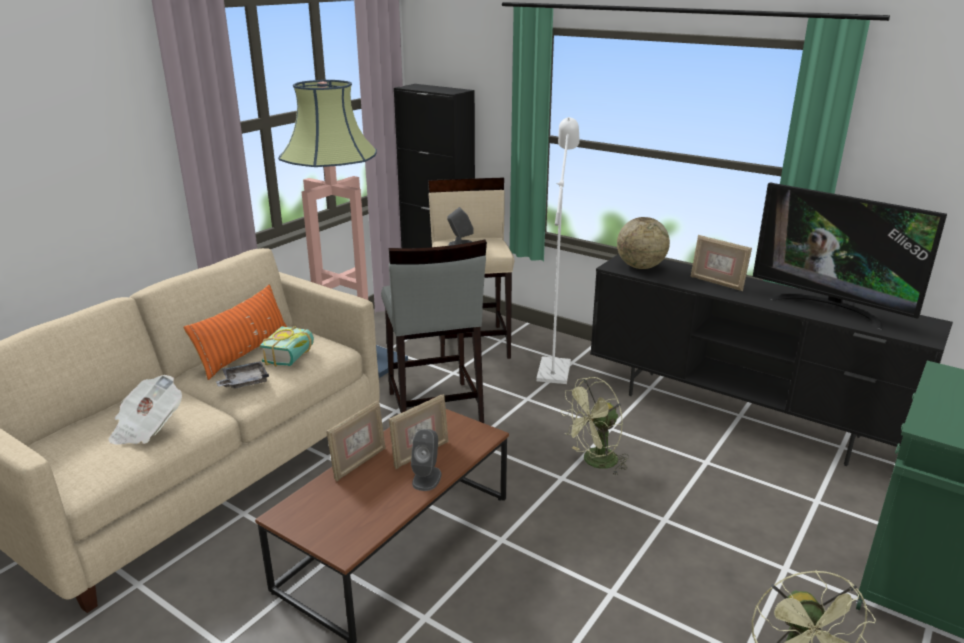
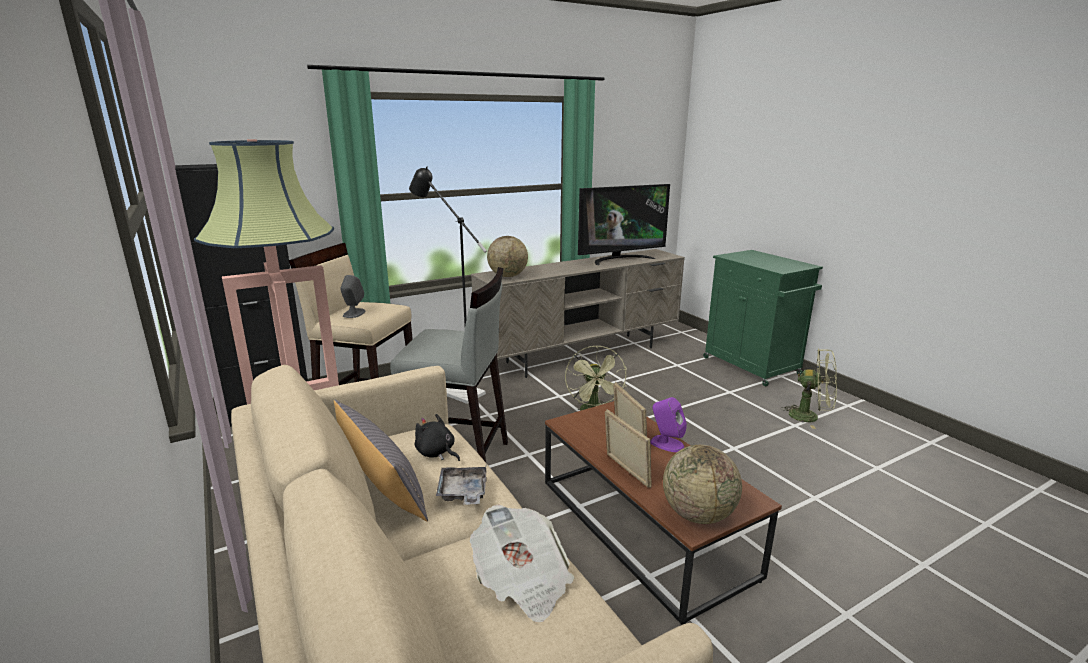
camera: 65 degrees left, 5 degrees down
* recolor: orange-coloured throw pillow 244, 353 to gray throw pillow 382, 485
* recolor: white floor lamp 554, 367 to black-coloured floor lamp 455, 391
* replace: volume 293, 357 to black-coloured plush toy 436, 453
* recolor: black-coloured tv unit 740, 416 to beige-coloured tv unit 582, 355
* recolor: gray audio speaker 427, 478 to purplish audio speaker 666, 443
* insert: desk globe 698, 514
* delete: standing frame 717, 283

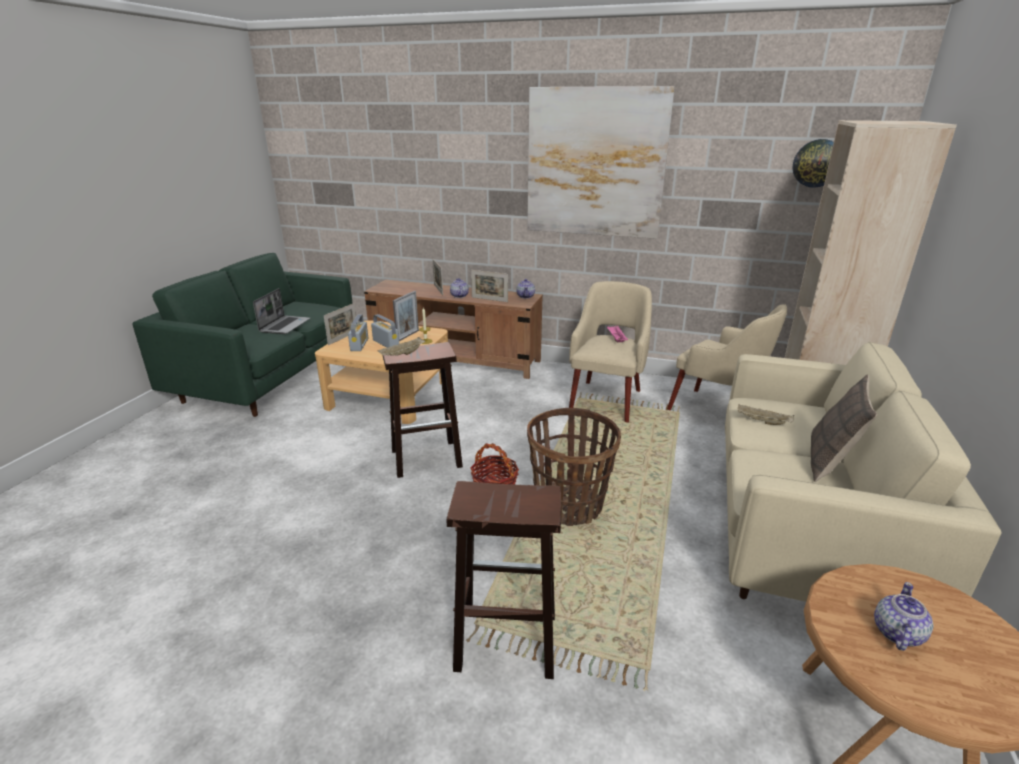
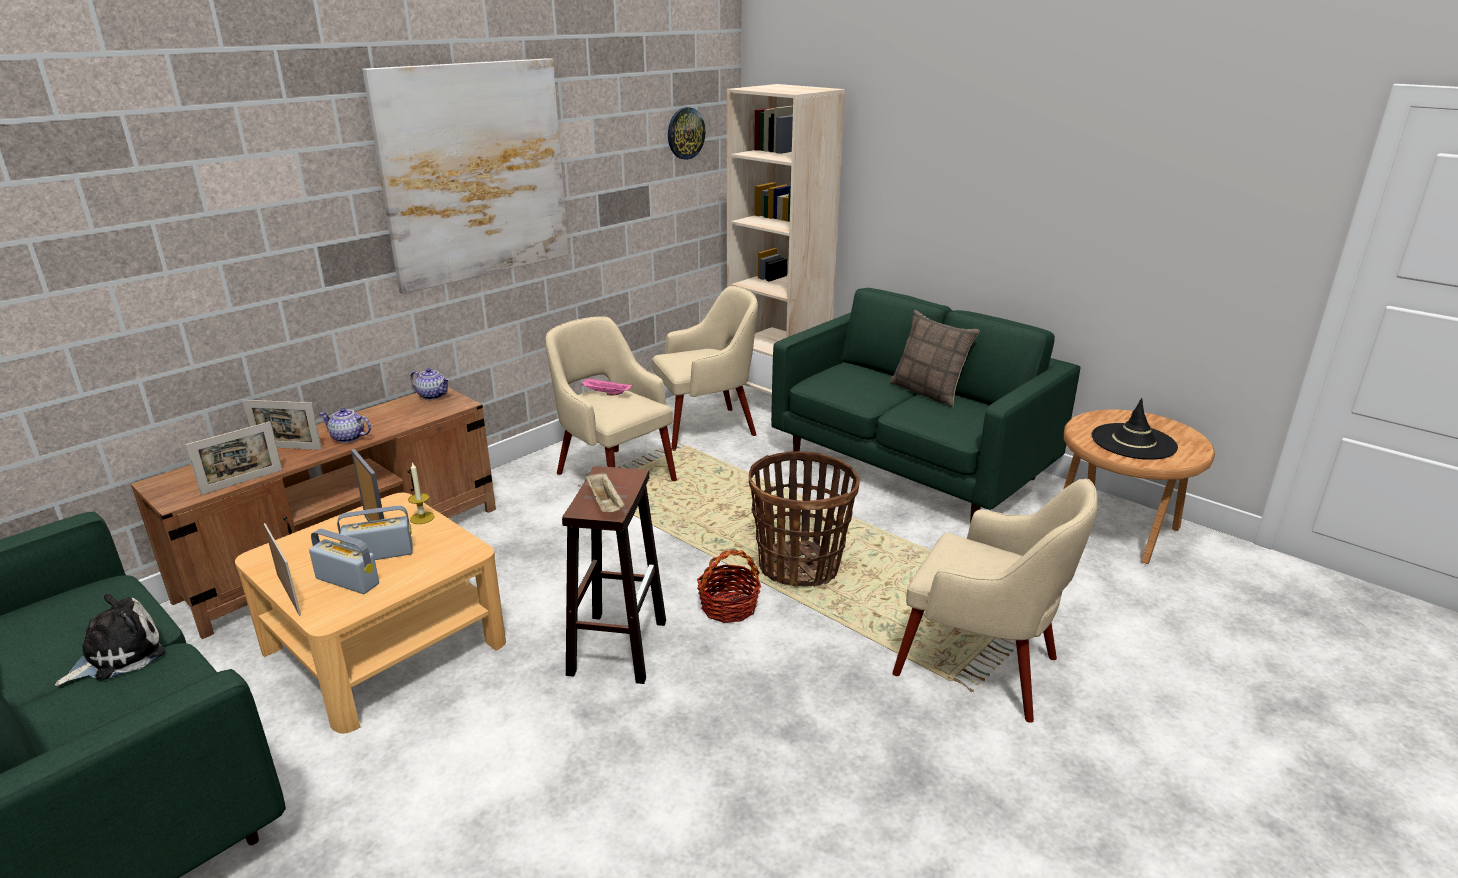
camera: 65 degrees left, 0 degrees up
* replace: notebook computer 285, 325 to plush toy 118, 655
* move: standing frame 489, 299 to 242, 482
* recolor: beige-coloured sofa 803, 530 to greenish sofa 910, 465
* replace: brown-coloured stool 504, 642 to beige-coloured lounge chair 981, 667
* replace: tea pot 896, 633 to black-coloured clothing hat 1133, 442
* delete: beige-coloured carrying tray 762, 422

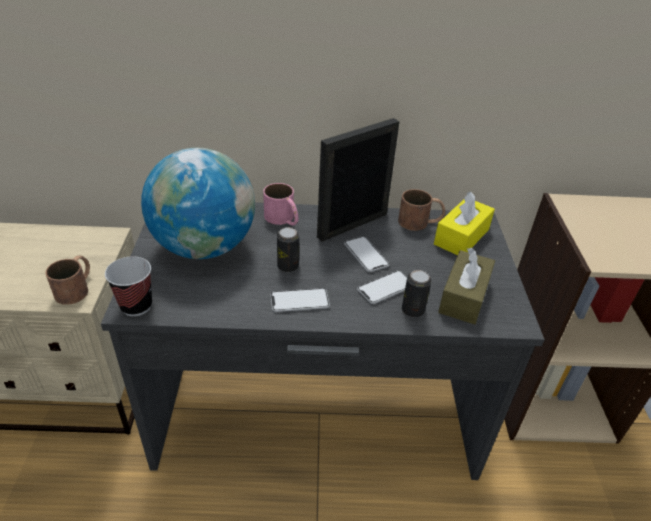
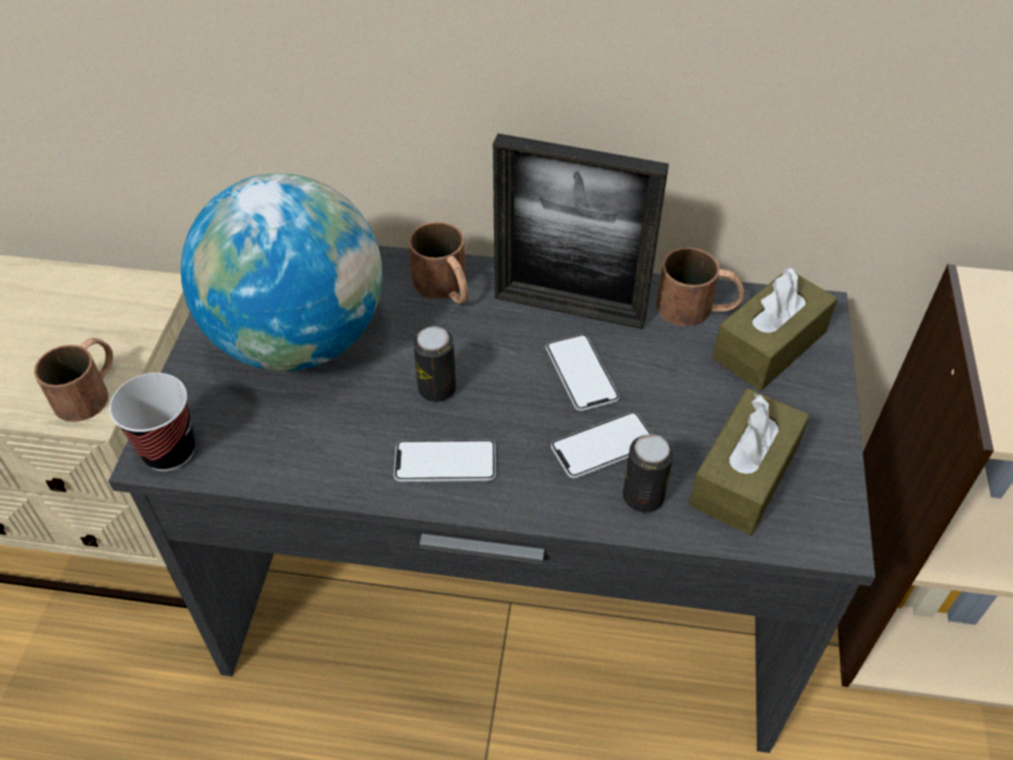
camera: 10 degrees right, 10 degrees up
* recolor: pink-coloured coffee mug 283, 219 to brown-coloured coffee mug 446, 288
* rotate: standing frame 352, 225 = 569, 308 135 degrees counterclockwise
* recolor: yellow-coloured box of tissues 461, 237 to brown-coloured box of tissues 769, 345

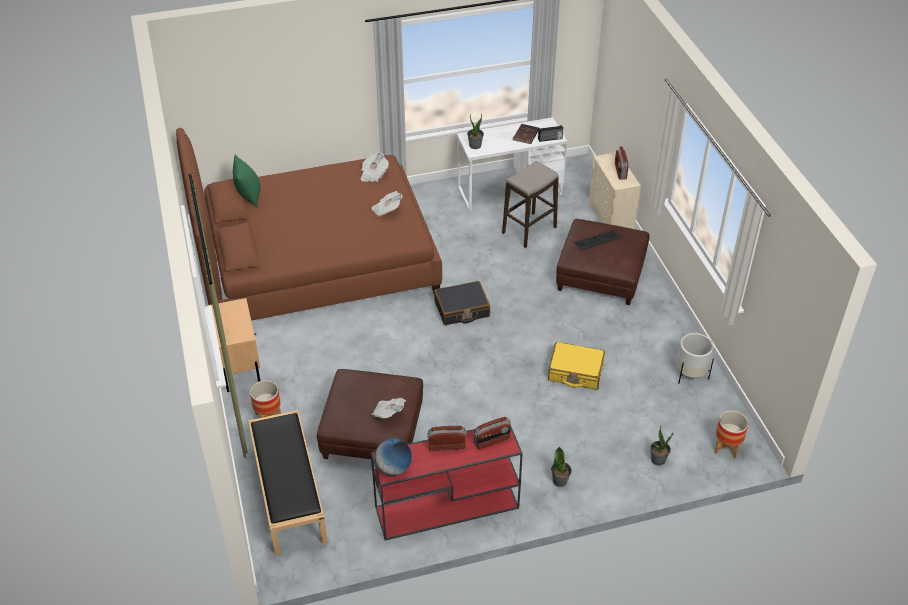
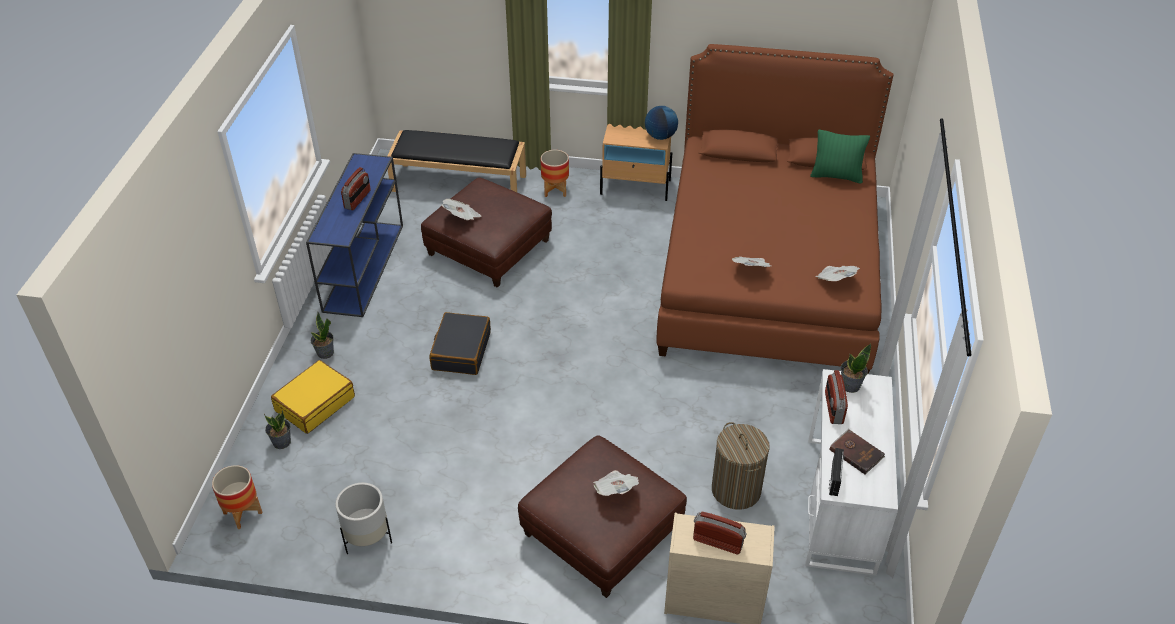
camera: 115 degrees right, 0 degrees up
* move: yellow-coloured suitcase 575, 372 to 315, 404
* recolor: red-coloured console table 445, 508 to blue-coloured console table 364, 266
* move: black-coloured suitcase 462, 309 to 461, 351
* replace: computer keyboard 597, 240 to printed paper 615, 490
* move: desk globe 393, 468 to 660, 136
* replace: stool 529, 230 to washing basket 736, 490
* move: radio receiver 492, 441 to 833, 408

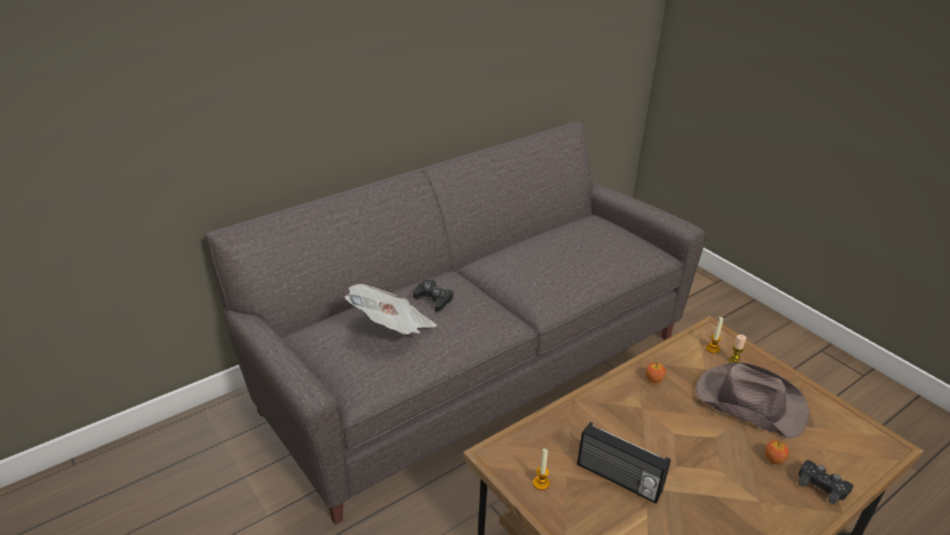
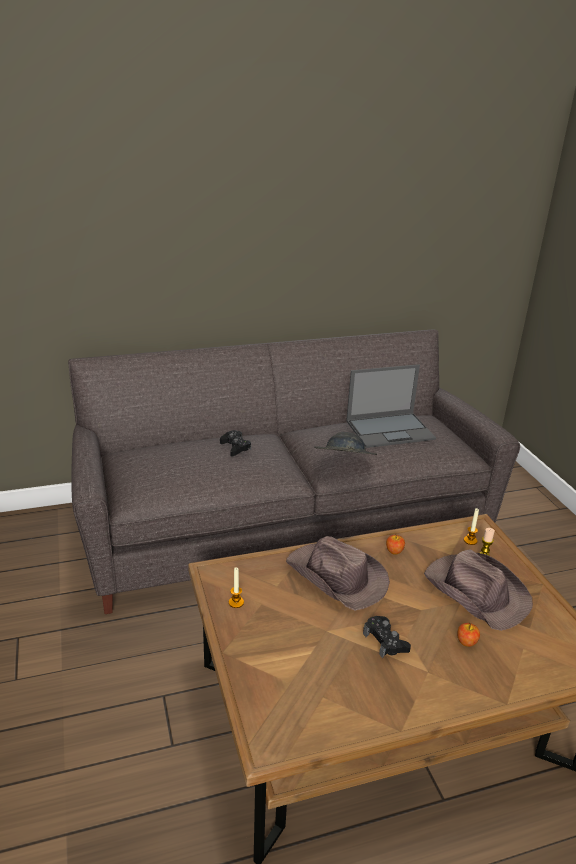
camera: 20 degrees right, 5 degrees down
* insert: brown-coloured clothing hat 336, 577
* insert: gray clothing hat 343, 463
* insert: notebook computer 390, 430
* move: black-coloured gamepad 822, 485 to 385, 641
* delete: printed paper 392, 328
* delete: radio receiver 618, 479

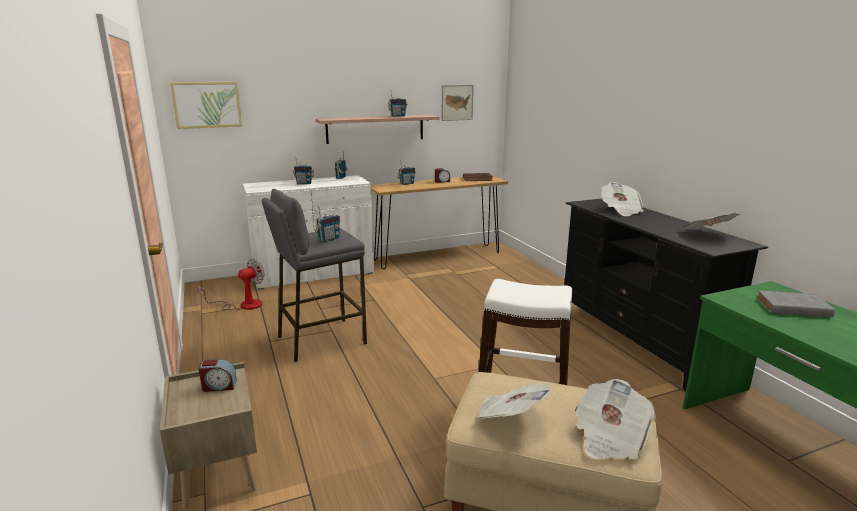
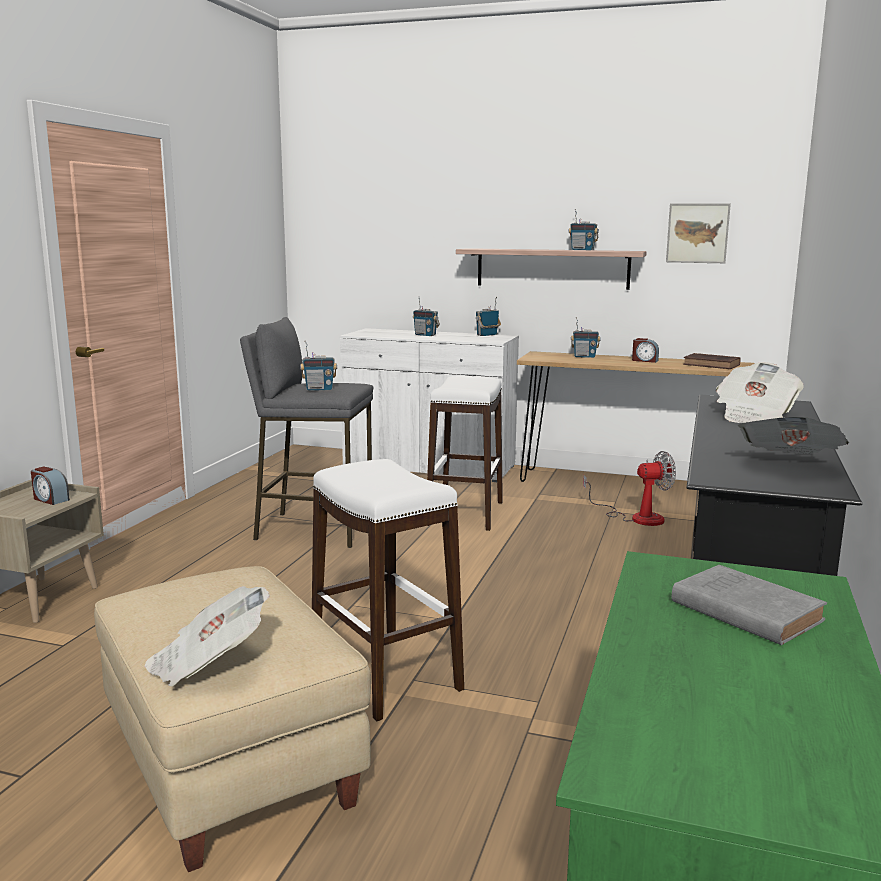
camera: 40 degrees right, 5 degrees down
* insert: white stool 465, 513
* move: electric fan 243, 305 to 636, 517
* delete: wall art 207, 104
* delete: printed paper 510, 417

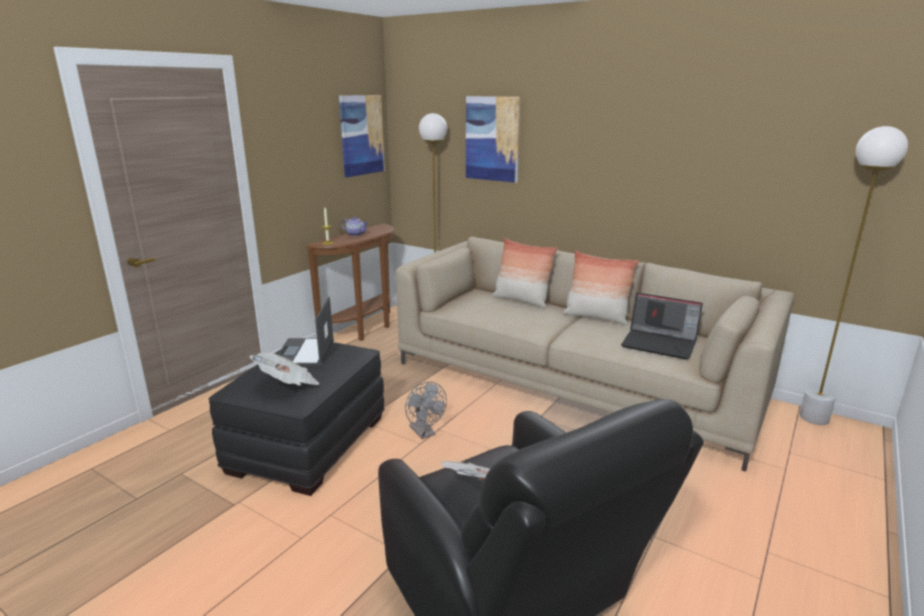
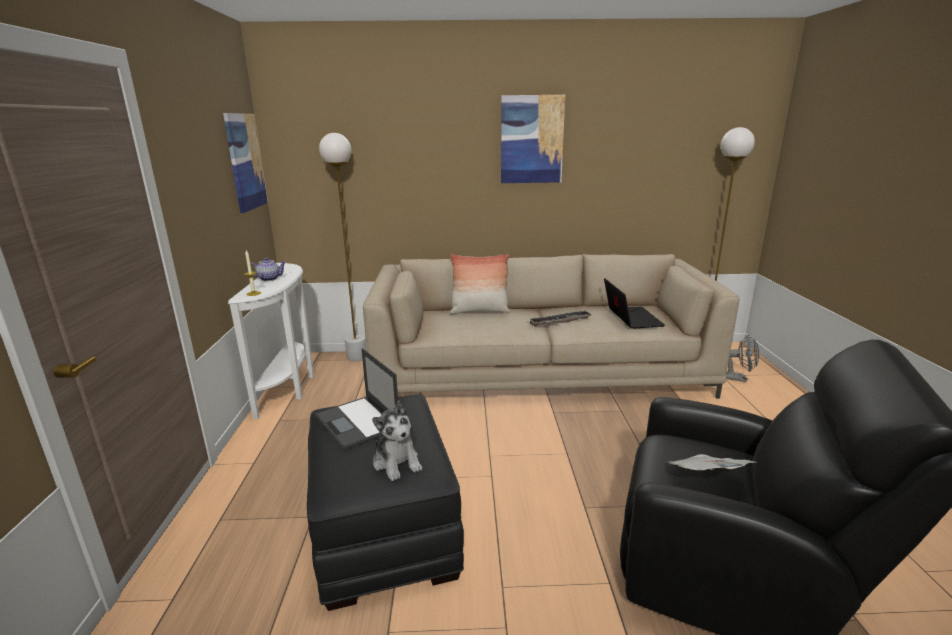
camera: 35 degrees left, 0 degrees up
* recolor: brown-coloured console table 365, 330 to white console table 290, 386
* replace: printed paper 287, 384 to plush toy 397, 462
* move: wall art 492, 139 to 531, 140
* insert: carrying tray 560, 321
* rotate: notebook computer 660, 344 = 630, 318 90 degrees counterclockwise
* move: gray electric fan 424, 433 to 738, 378
* delete: throw pillow 596, 317

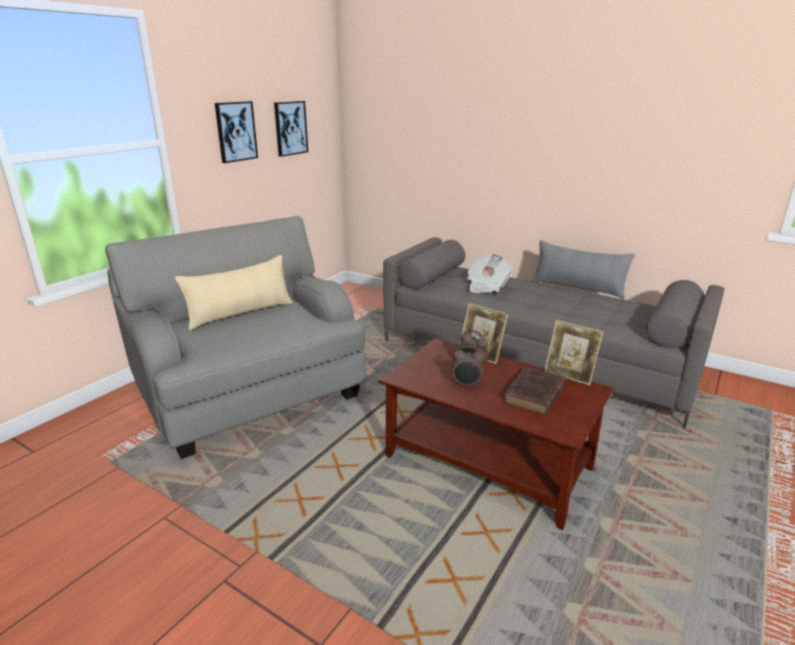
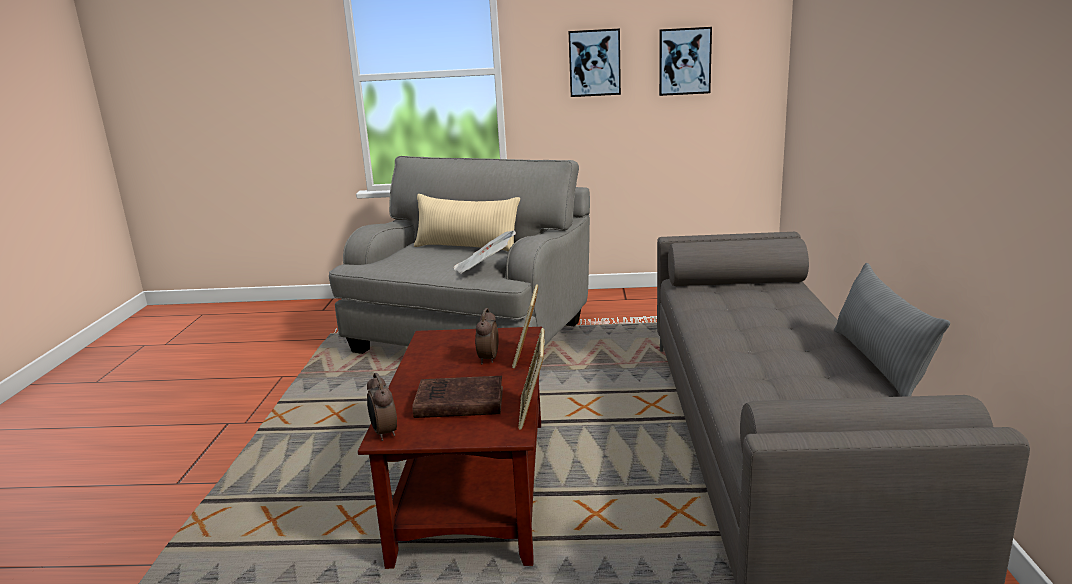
camera: 60 degrees right, 5 degrees down
* move: bedside clock 466, 385 to 384, 433
* move: printed paper 487, 286 to 484, 269

